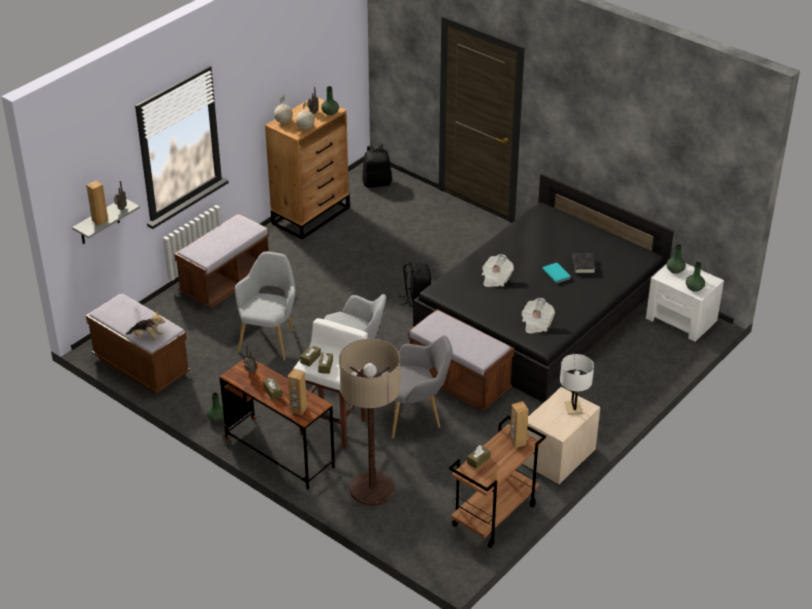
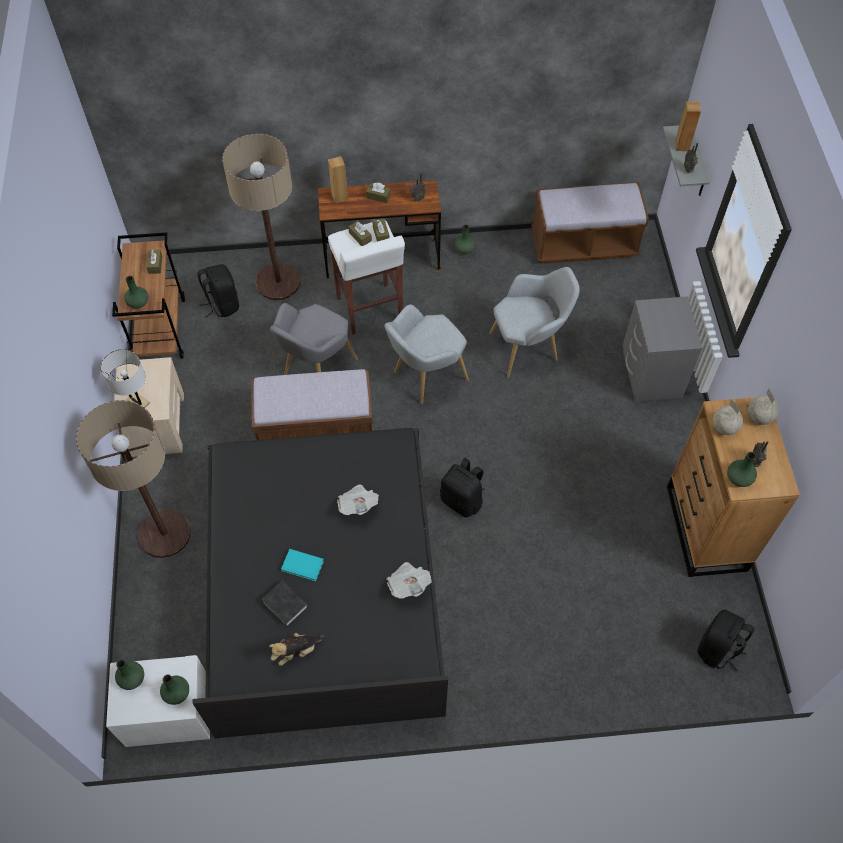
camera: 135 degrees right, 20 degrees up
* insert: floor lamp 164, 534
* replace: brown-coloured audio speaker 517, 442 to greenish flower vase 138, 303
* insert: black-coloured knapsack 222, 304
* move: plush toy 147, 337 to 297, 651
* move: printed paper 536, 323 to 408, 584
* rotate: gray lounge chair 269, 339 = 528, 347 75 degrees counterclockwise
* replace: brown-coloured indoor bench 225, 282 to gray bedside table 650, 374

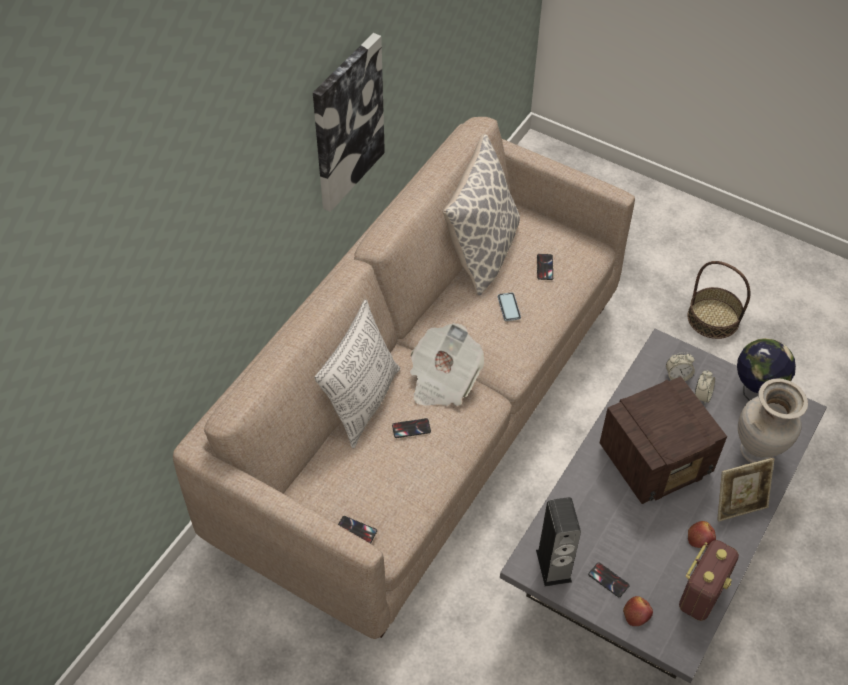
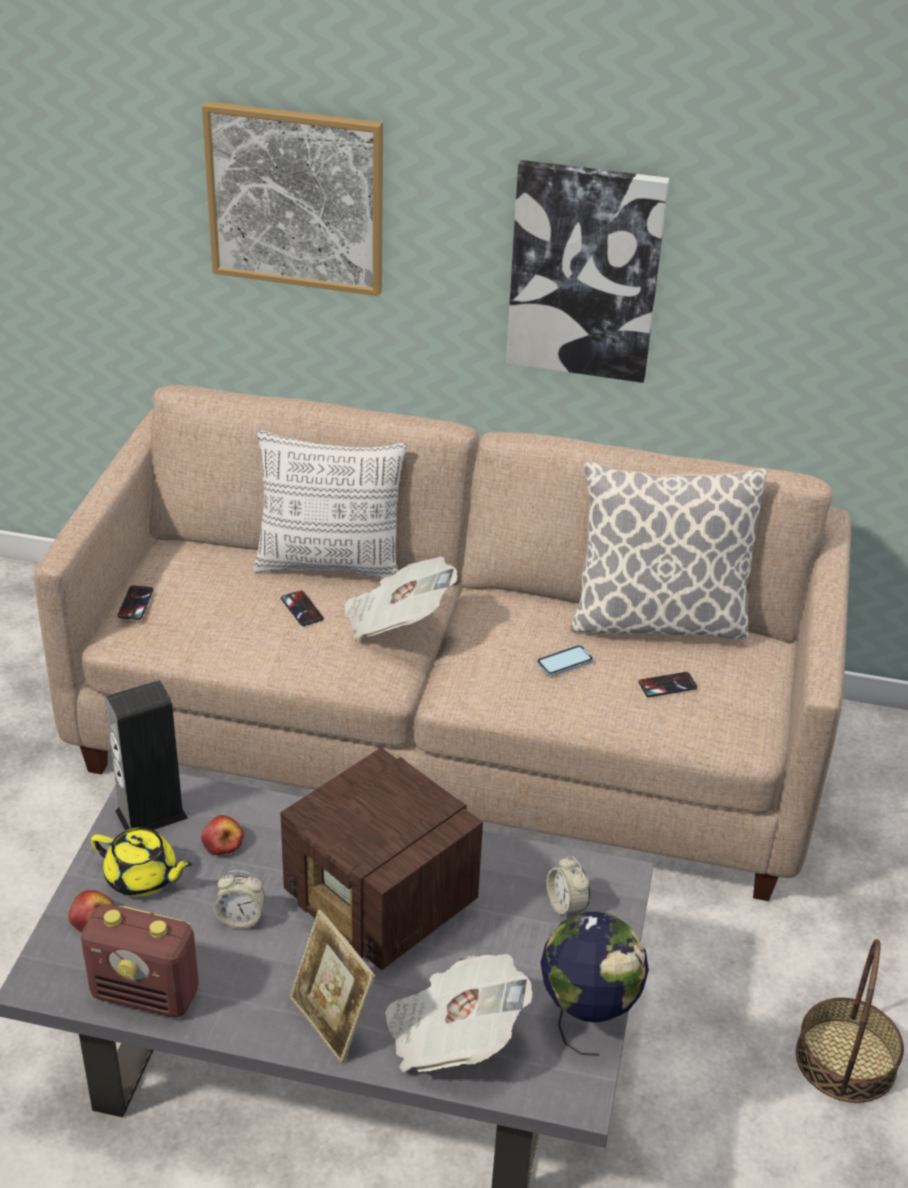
camera: 70 degrees right, 15 degrees down
* replace: telephone 608, 580 to yellow-coloured tea pot 143, 878
* move: whole apple 700, 537 to 223, 843
* insert: wall art 296, 198
* move: bedside clock 702, 396 to 240, 918
* replace: beige-coloured flower vase 757, 452 to printed paper 453, 1035

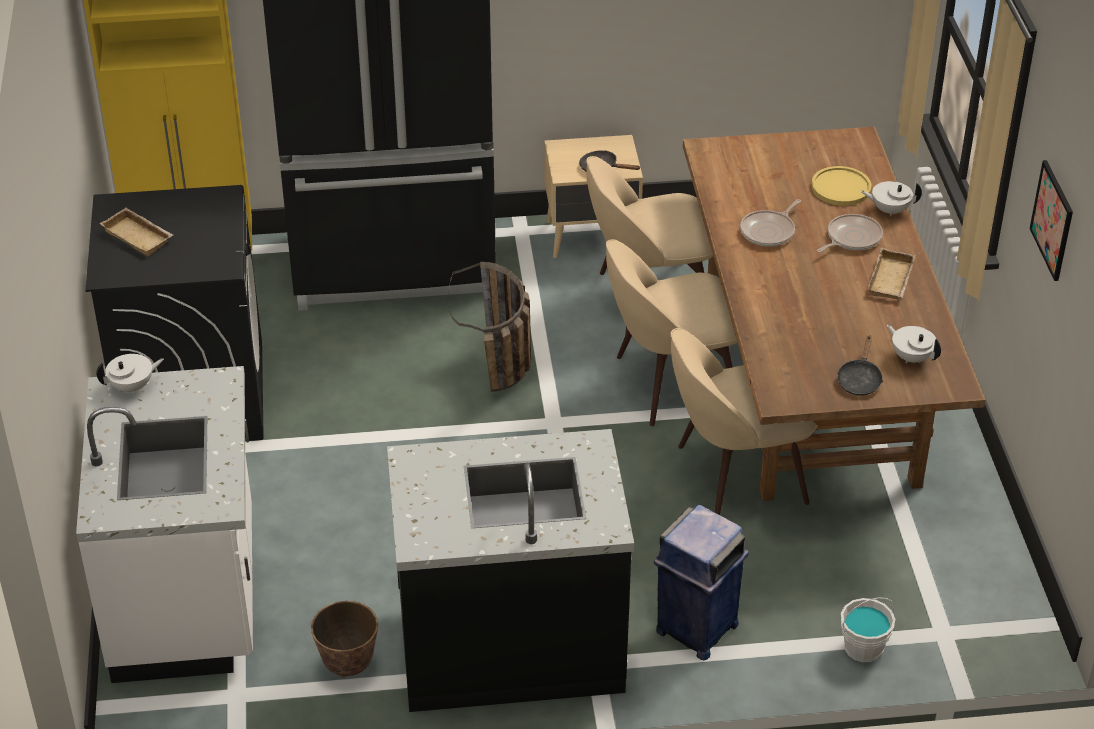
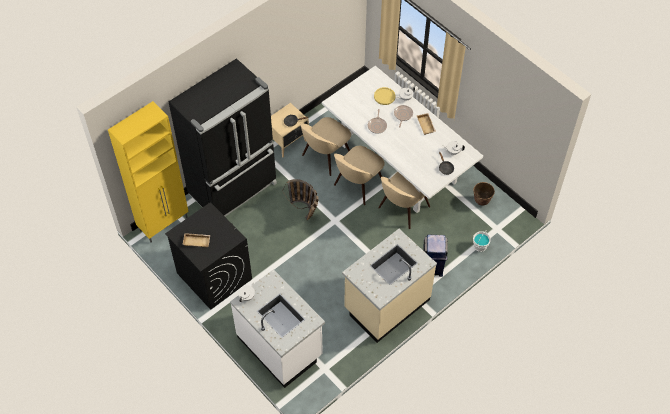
camera: 35 degrees left, 15 degrees up
* recolor: brown-coloured dining table 807, 383 to white dining table 397, 163
* recolor: black-coloured counter 510, 644 to beige-coloured counter 386, 304
* move: plant pot 348, 666 to 481, 201
* delete: wall art 1052, 220

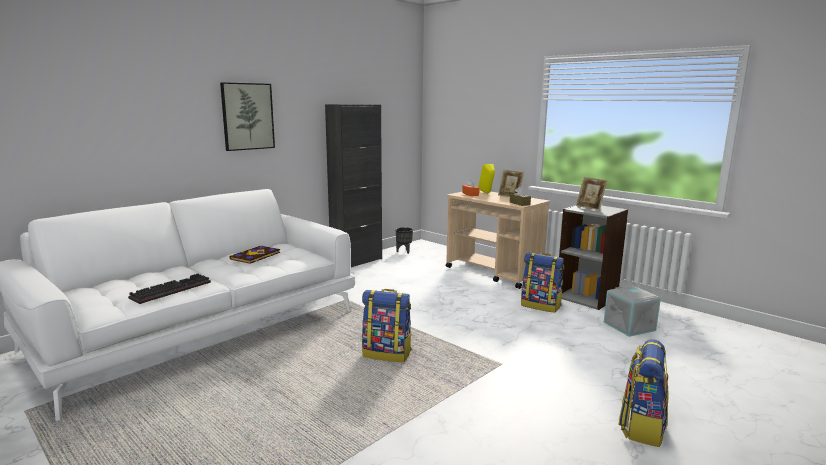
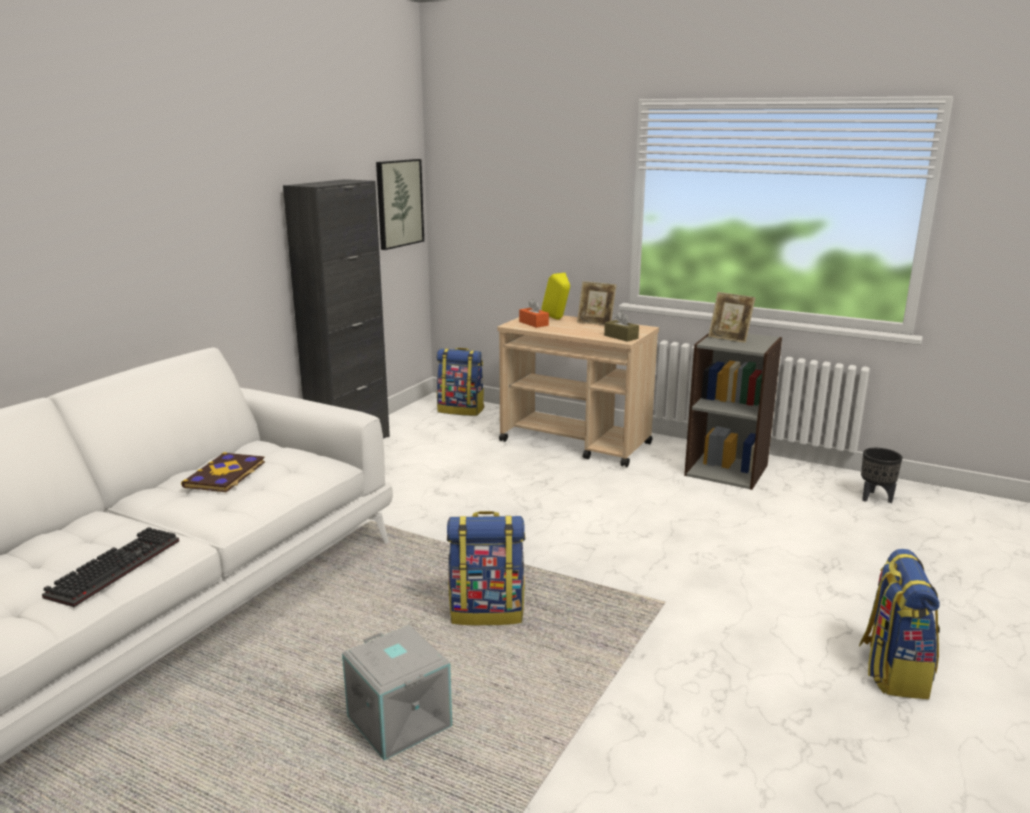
camera: 15 degrees left, 5 degrees up
* move: gray storage box 630, 326 to 401, 721
* move: wall art 247, 116 to 399, 203
* move: knapsack 541, 305 to 461, 410
* move: black-coloured plant pot 404, 251 to 875, 498

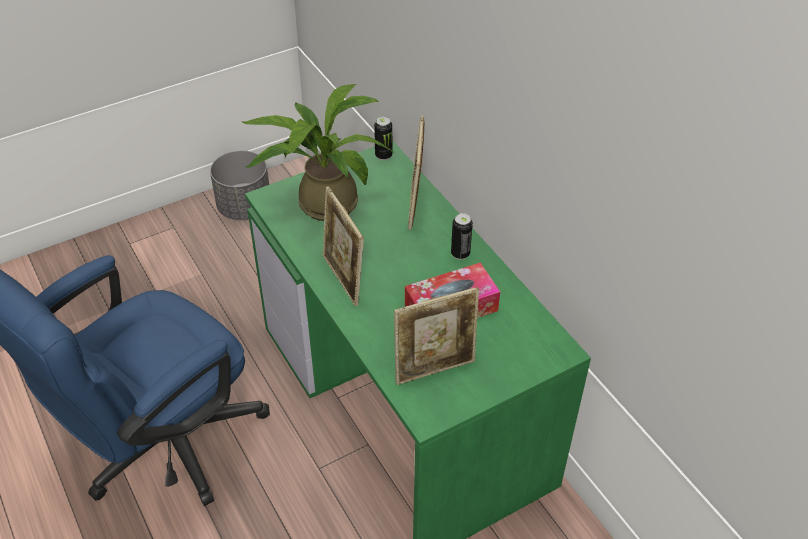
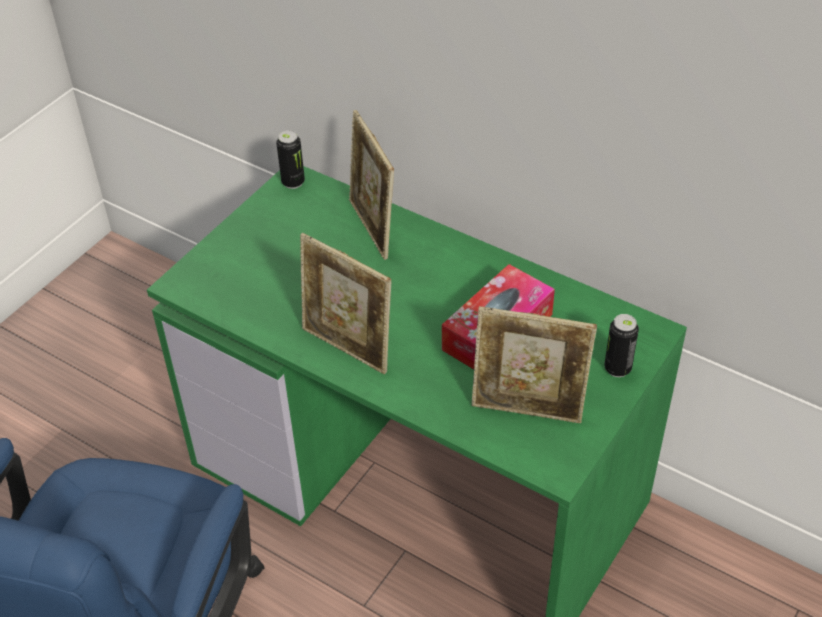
camera: 25 degrees left, 0 degrees up
* rotate: standing frame 435, 369 = 528, 409 60 degrees clockwise
* move: metal can 460, 253 to 617, 368
* delete: gray plant pot 244, 208
* delete: potted plant 321, 201

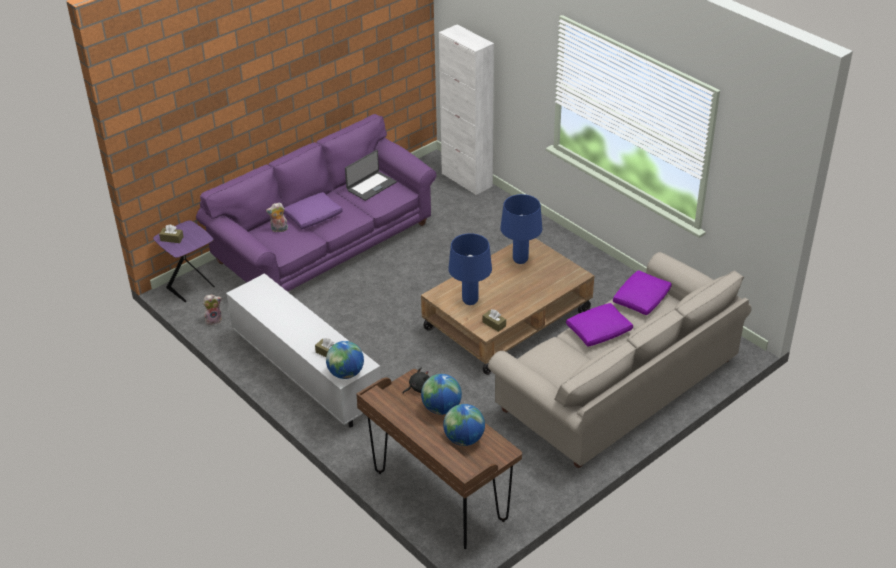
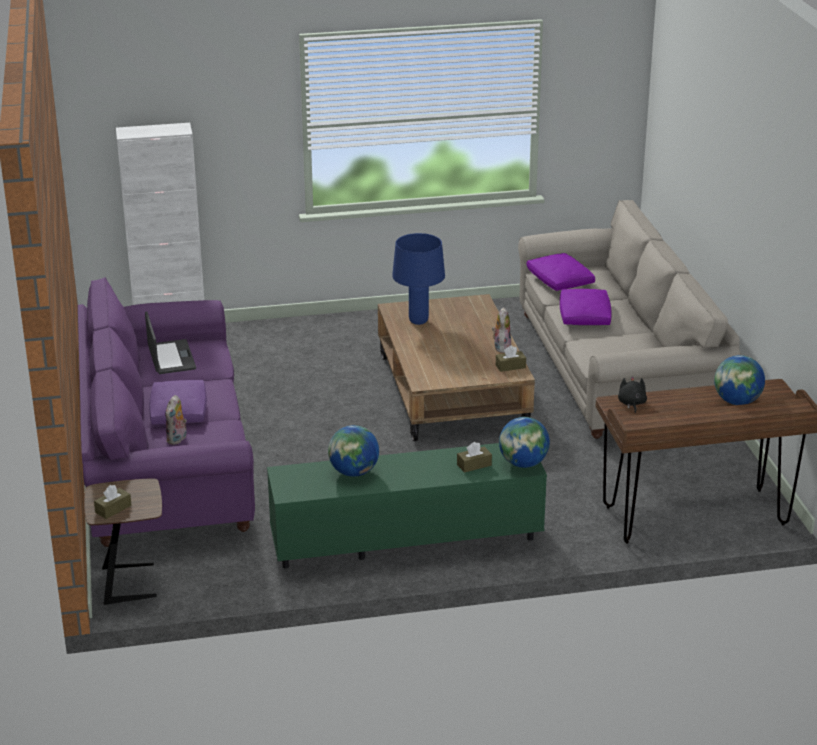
camera: 60 degrees left, 10 degrees down
* recolor: purplish accent table 192, 287 to brown-coloured accent table 131, 583
* recolor: white tv unit 305, 373 to greenish tv unit 404, 543
* move: desk globe 441, 408 to 354, 472
* move: plush toy 214, 320 to 501, 347
* delete: blue-coloured table lamp 470, 301

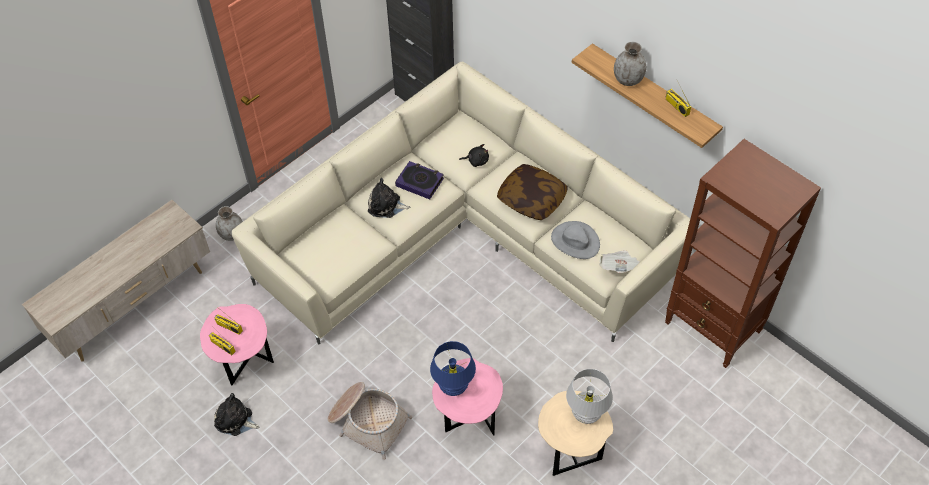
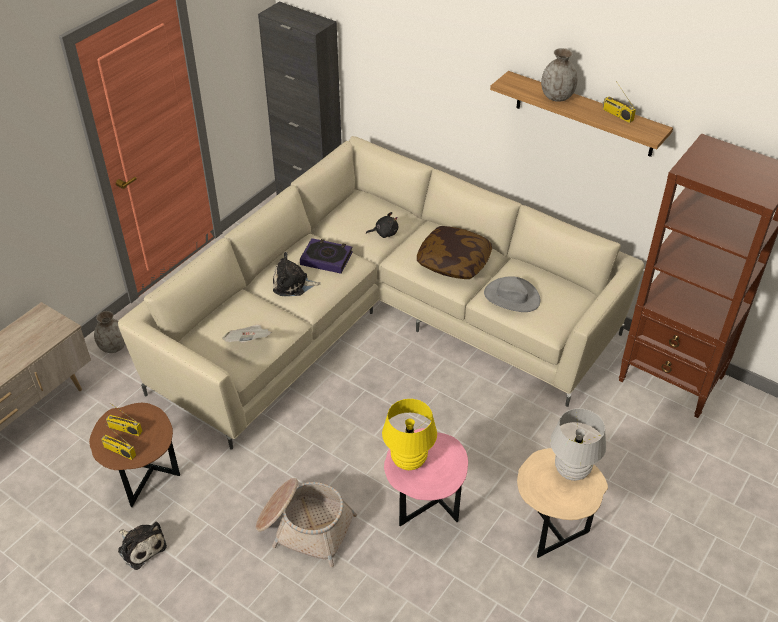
camera: 10 degrees left, 10 degrees down
* recolor: pink-coloured accent table 245, 366 to brown-coloured accent table 145, 483
* rotate: plush toy 235, 420 = 141, 547 150 degrees counterclockwise
* move: printed paper 618, 267 to 249, 343
* recolor: blue-coloured table lamp 453, 386 to yellow-coloured table lamp 408, 461

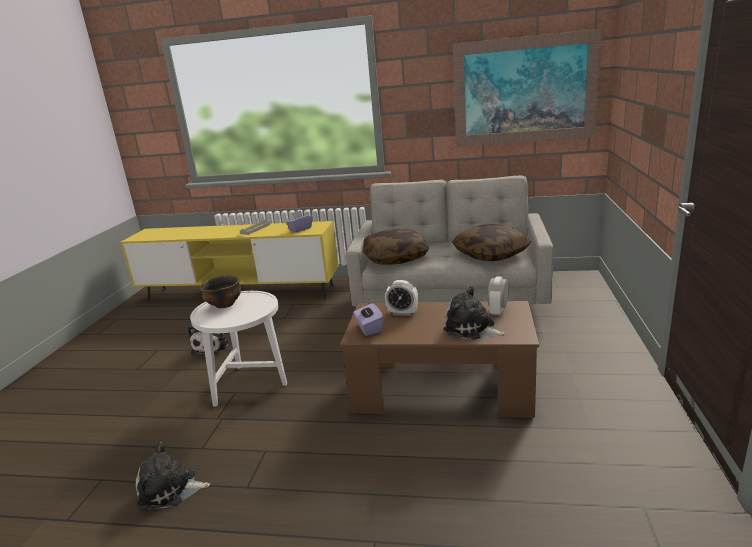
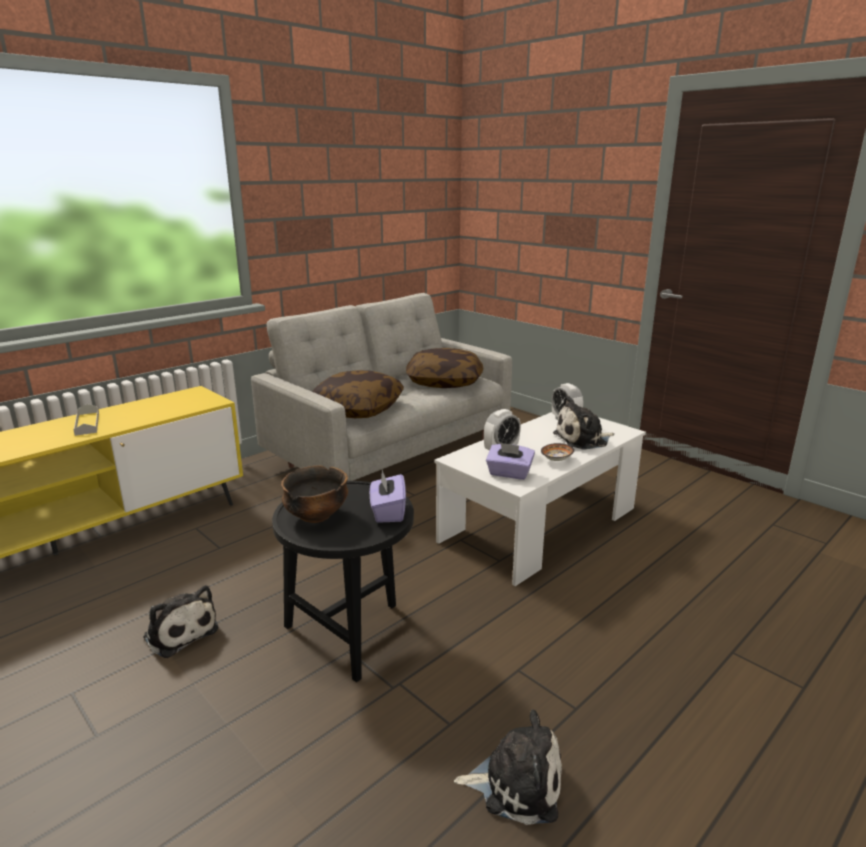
camera: 55 degrees left, 0 degrees up
* recolor: white accent table 250, 385 to black-coloured accent table 350, 632
* move: purplish box of tissues 300, 229 to 388, 512
* recolor: brown-coloured lounge table 442, 389 to white lounge table 539, 524
* rotate: plush toy 171, 490 = 516, 783 120 degrees counterclockwise
* insert: deep dish 557, 460
* delete: wall art 524, 91

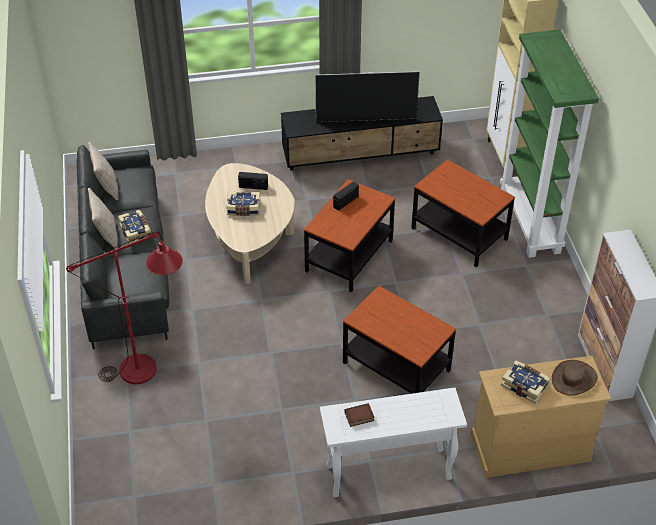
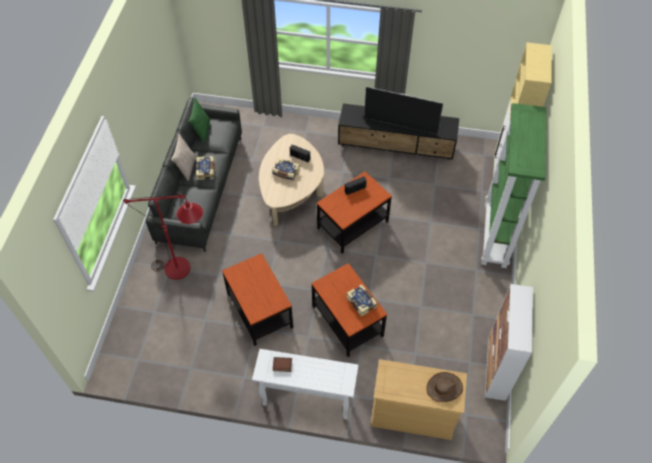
camera: 20 degrees right, 10 degrees up
* recolor: beige-coloured throw pillow 107, 187 to greenish throw pillow 202, 130
* move: accent table 459, 234 to 259, 310
* move: volume 525, 385 to 362, 302

